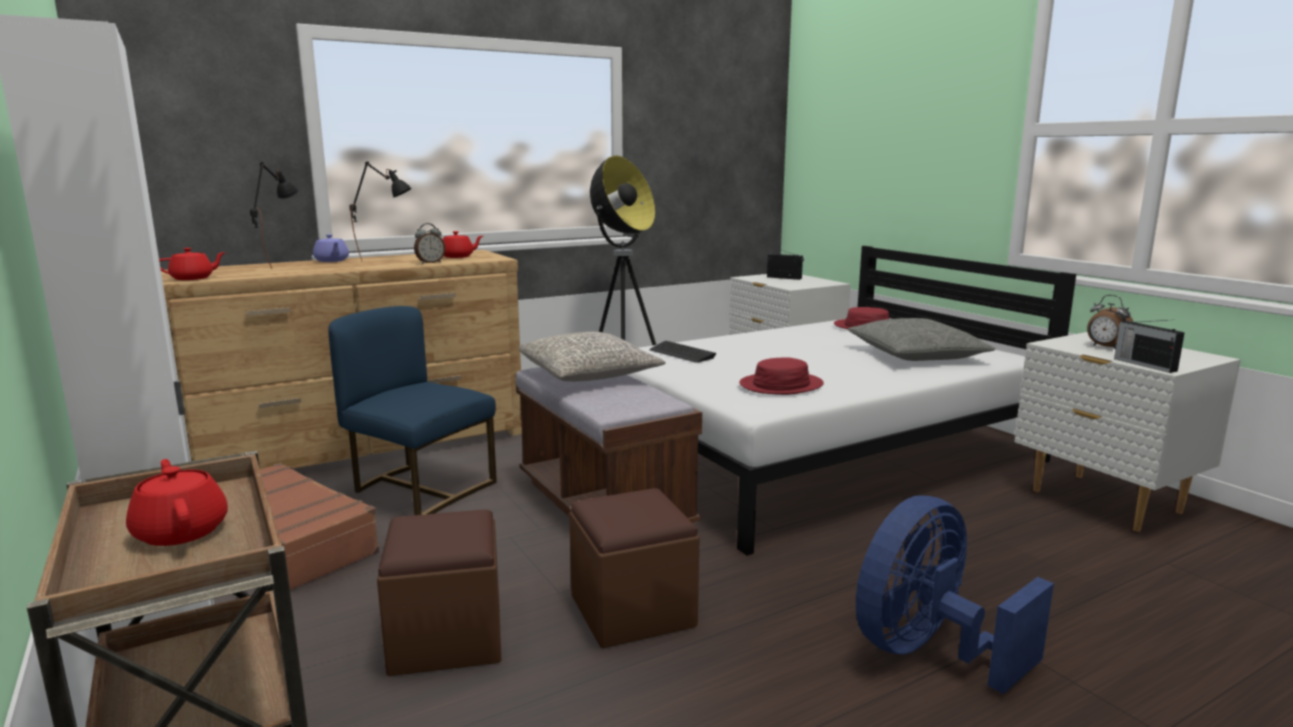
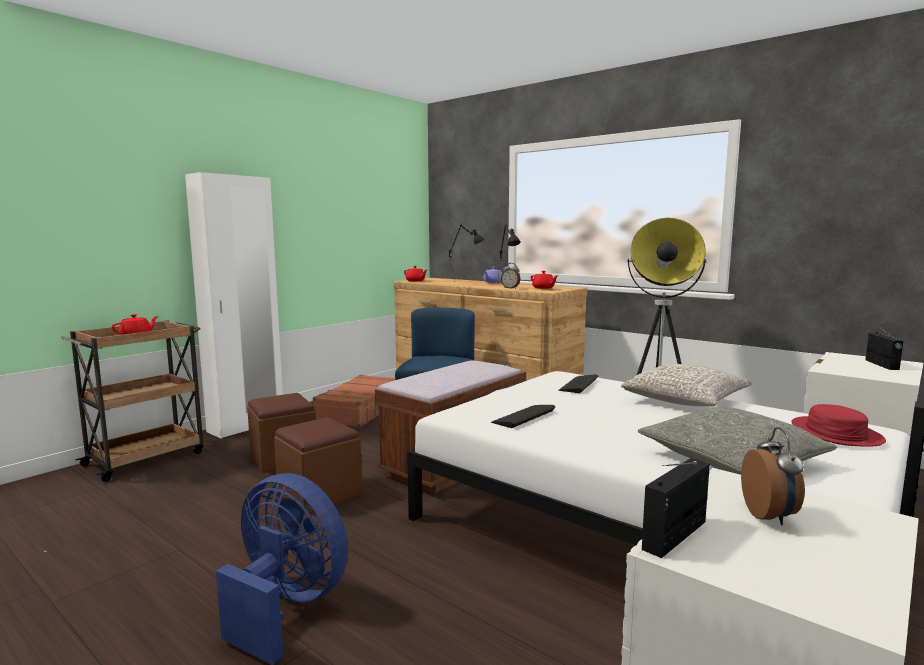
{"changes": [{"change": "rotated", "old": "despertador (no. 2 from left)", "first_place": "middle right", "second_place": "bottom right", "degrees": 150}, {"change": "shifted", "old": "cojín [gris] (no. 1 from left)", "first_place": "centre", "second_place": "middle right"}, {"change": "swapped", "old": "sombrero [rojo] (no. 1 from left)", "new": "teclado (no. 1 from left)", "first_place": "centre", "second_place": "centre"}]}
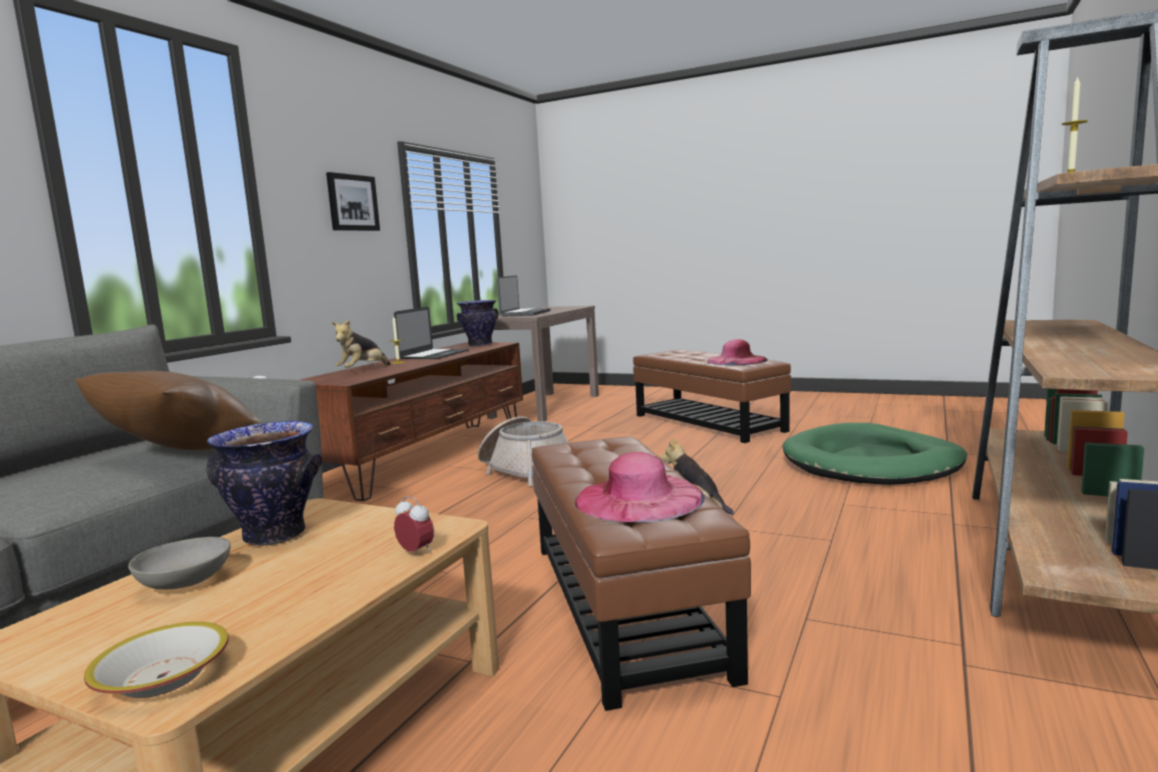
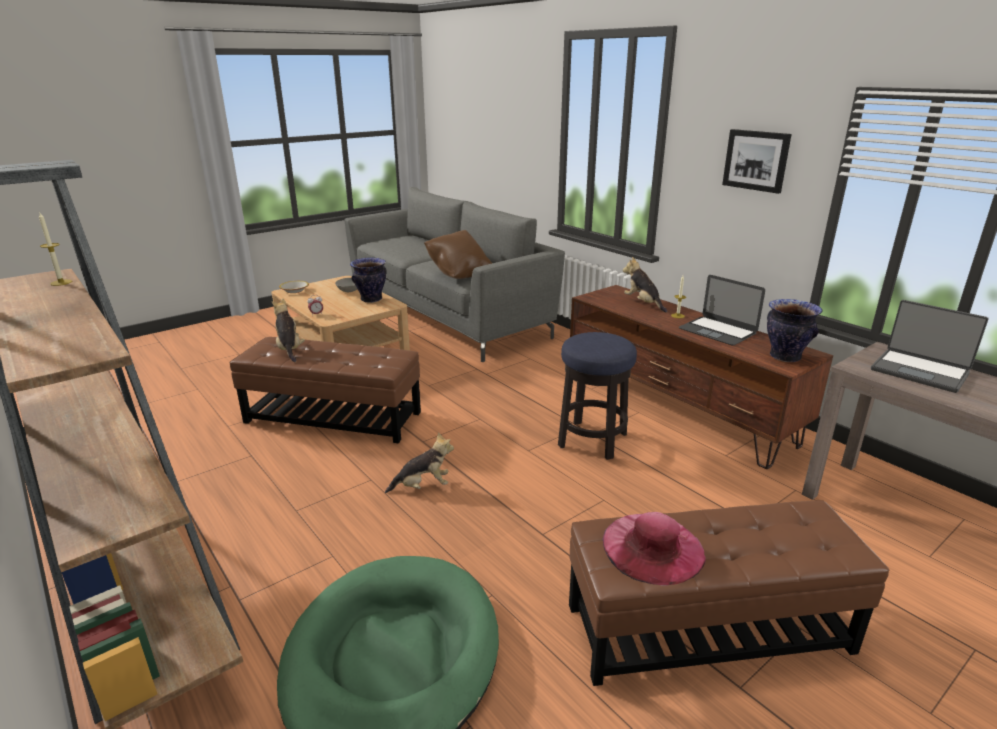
{"changes": [{"change": "swapped", "old": "cesta", "new": "taburete", "first_place": "centre", "second_place": "centre"}, {"change": "swapped", "old": "sombrero [rosa] (no. 1 from left)", "new": "peluche (no. 1 from left)", "first_place": "centre", "second_place": "middle left"}]}
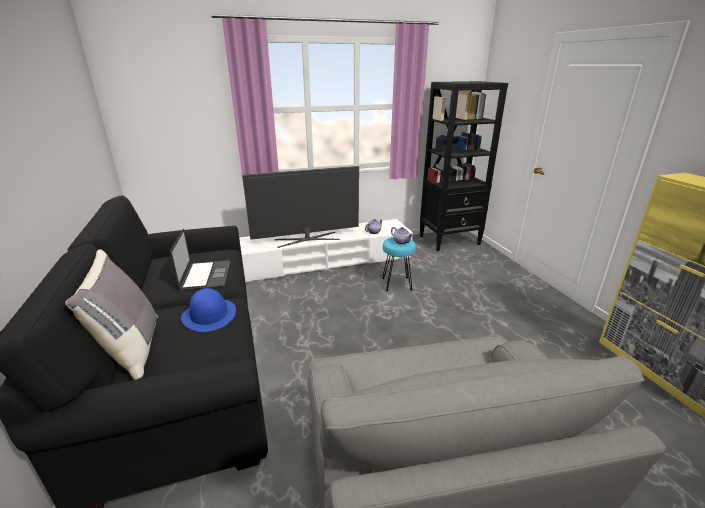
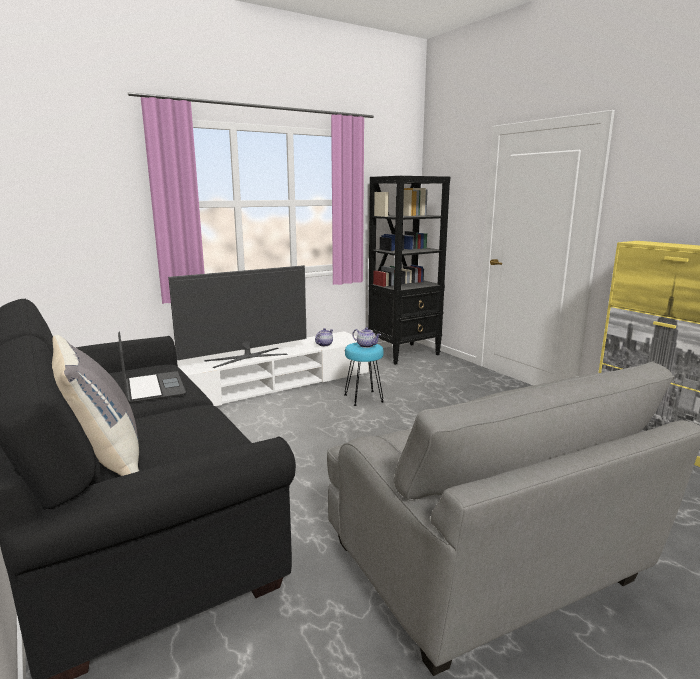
{"changes": [{"change": "gone", "old": "sombrero [azul]", "first_place": "middle left"}]}
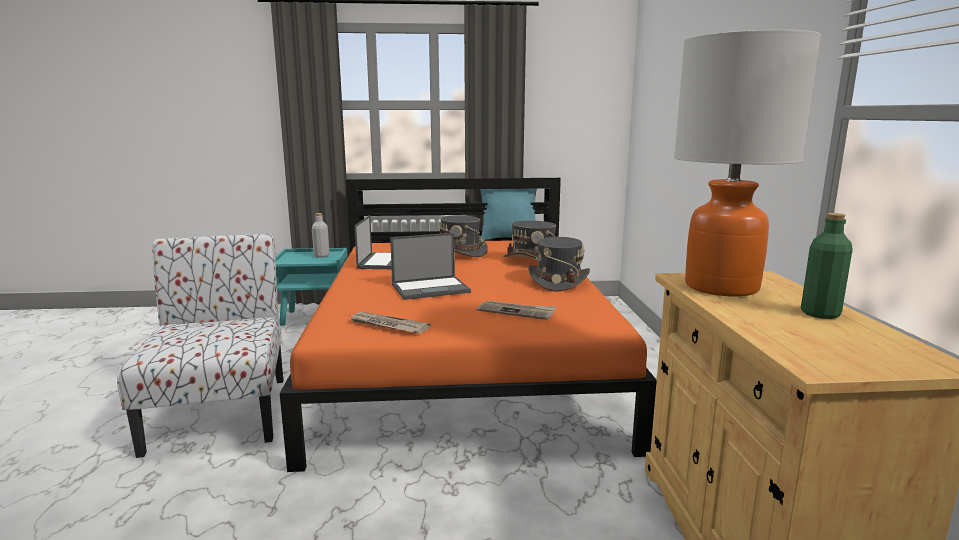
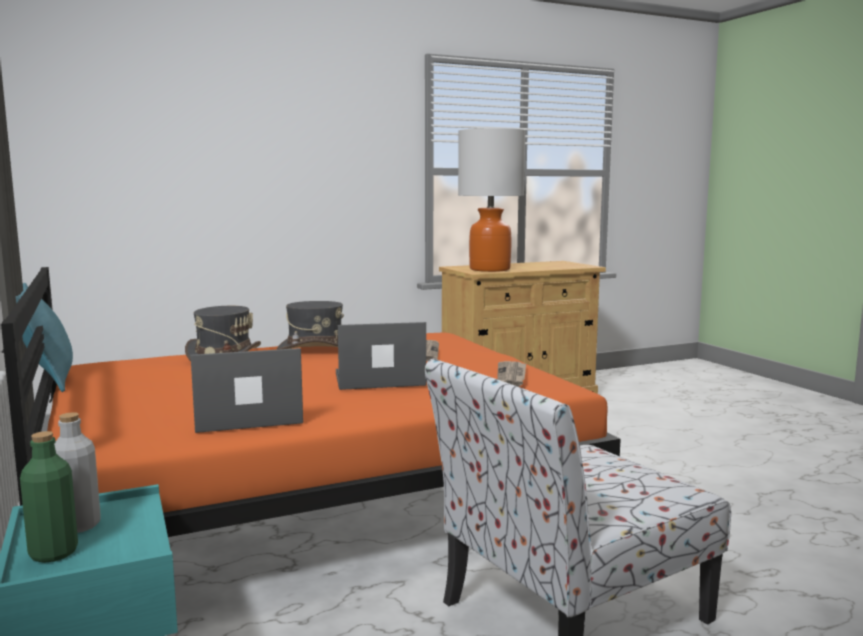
{"changes": [{"change": "shifted", "old": "botella [verde]", "first_place": "middle right", "second_place": "bottom left"}, {"change": "gone", "old": "sombrero [gris] (no. 1 from left)", "first_place": "centre"}, {"change": "rotated", "old": "portátil (no. 2 from left)", "first_place": "centre", "second_place": "centre", "degrees": -60}]}
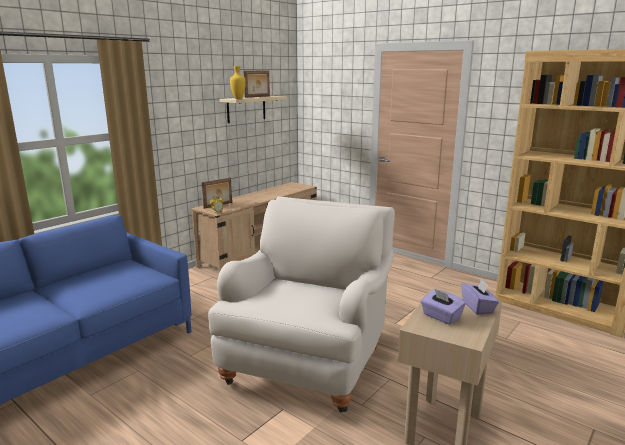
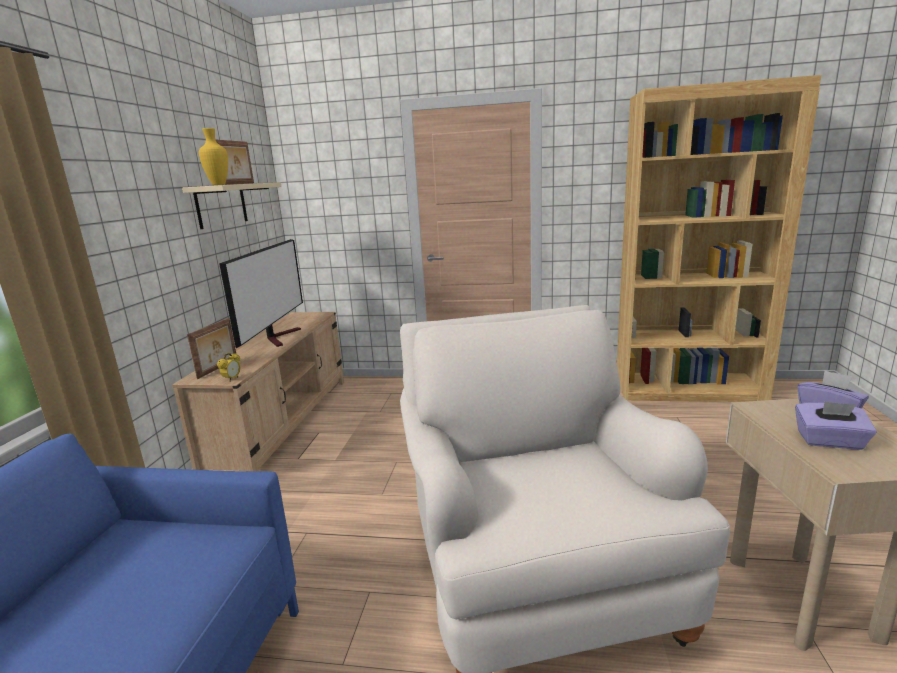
{"changes": [{"change": "new", "new": "televisor", "second_place": "middle left"}]}
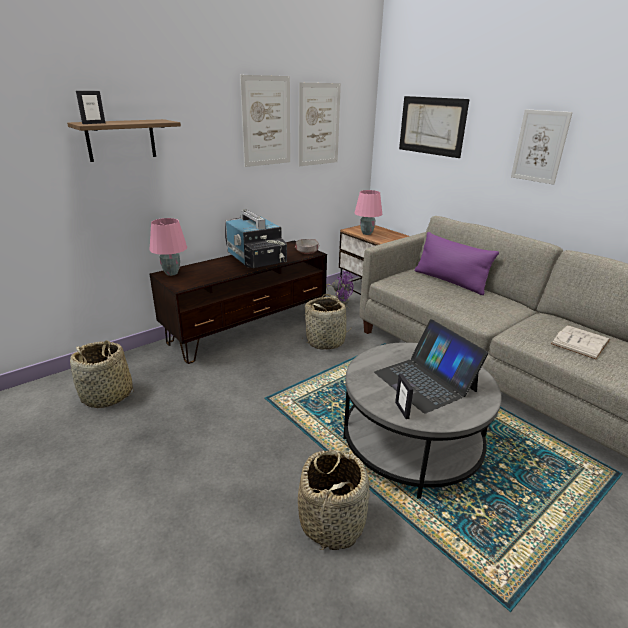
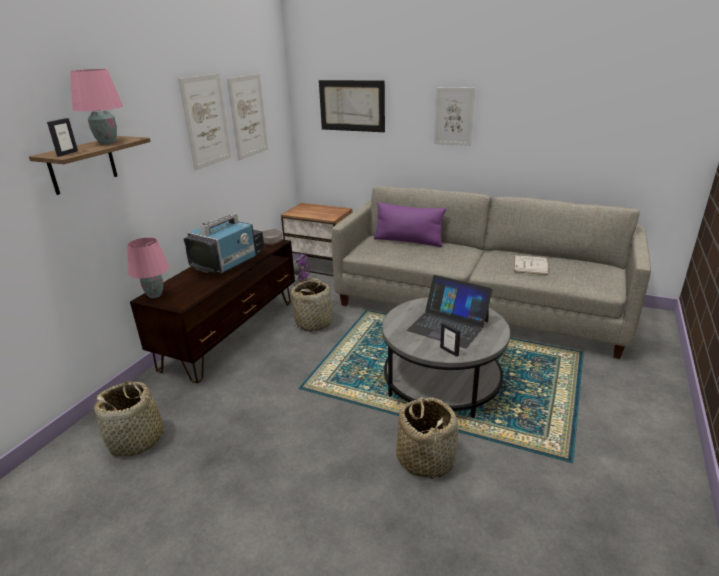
{"changes": [{"change": "shifted", "old": "lámpara de mesa [rosa] (no. 2 from left in the first image)", "new": "lámpara de mesa [rosa] (no. 1 from left)", "first_place": "centre", "second_place": "top left"}, {"change": "rotated", "old": "televisor", "first_place": "centre", "second_place": "middle left", "degrees": -90}]}
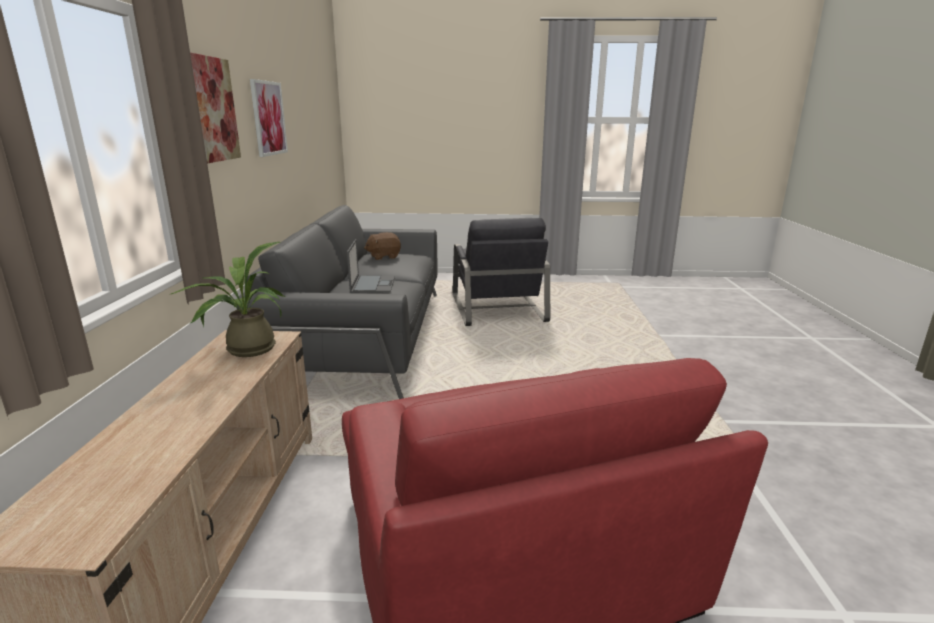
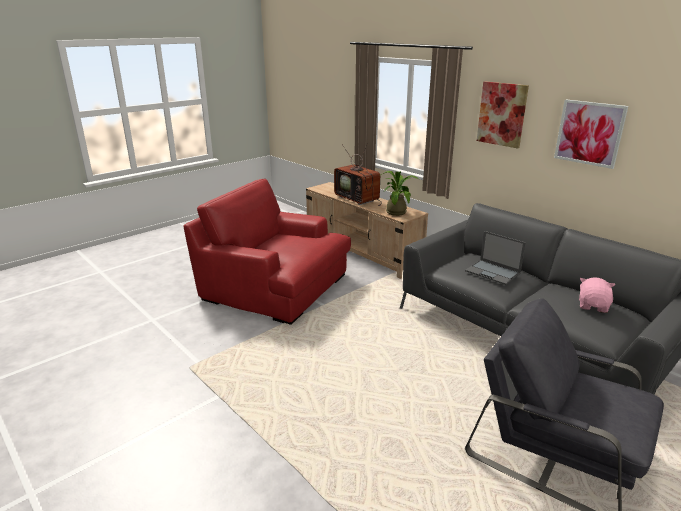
{"changes": [{"change": "repainted", "old": "peluche [marrón]", "new": "peluche [rosa]", "first_place": "centre", "second_place": "middle right"}, {"change": "new", "new": "televisor", "second_place": "centre"}]}
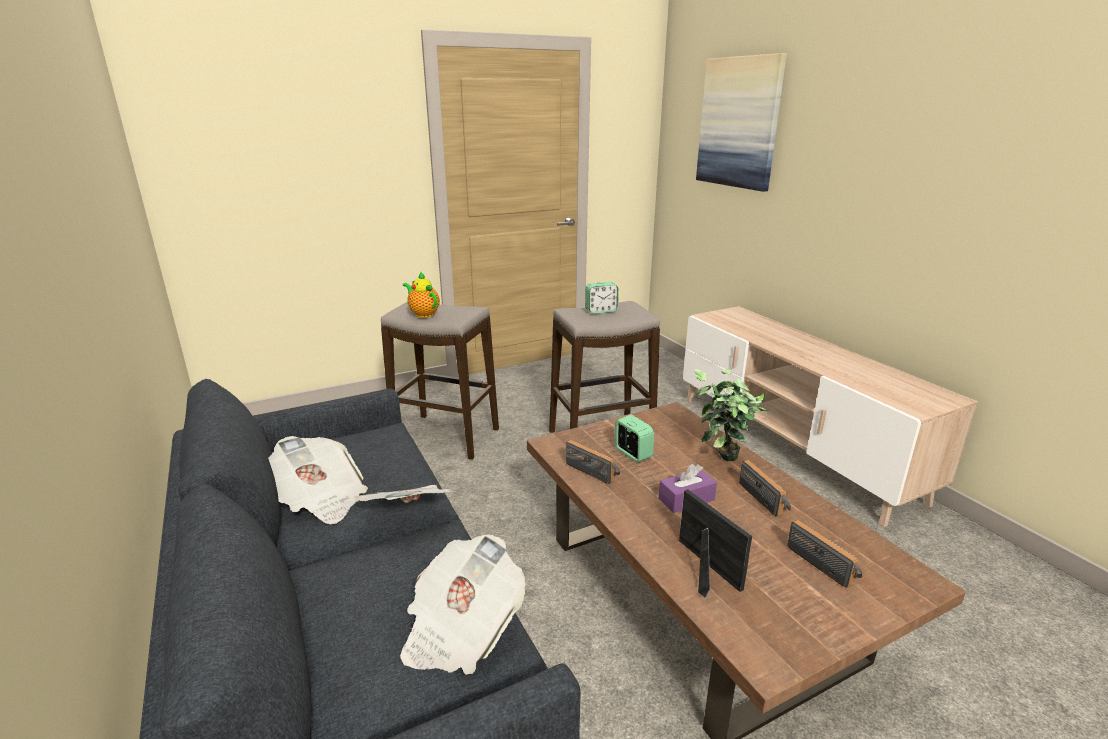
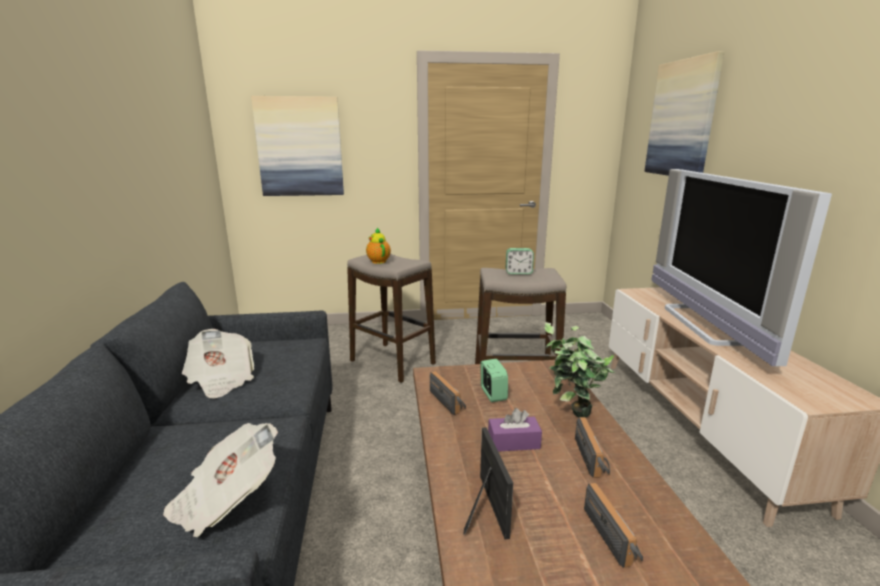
{"changes": [{"change": "gone", "old": "periódico (no. 2 from left)", "first_place": "bottom centre"}, {"change": "new", "new": "cuadro (no. 1 from left)", "second_place": "top centre"}, {"change": "new", "new": "televisor", "second_place": "middle right"}]}
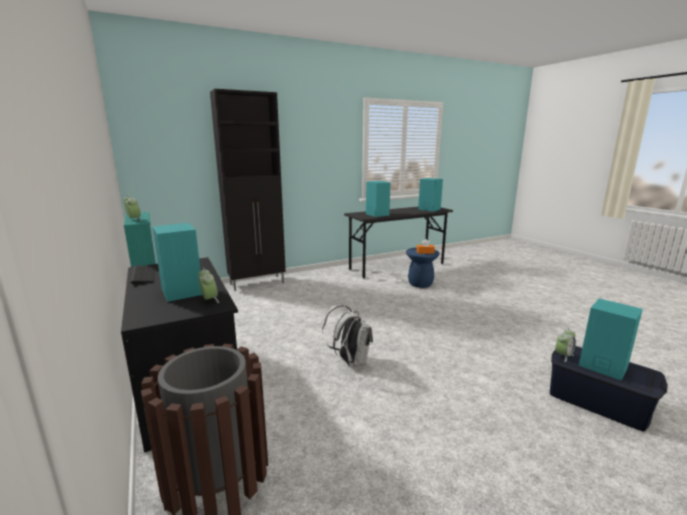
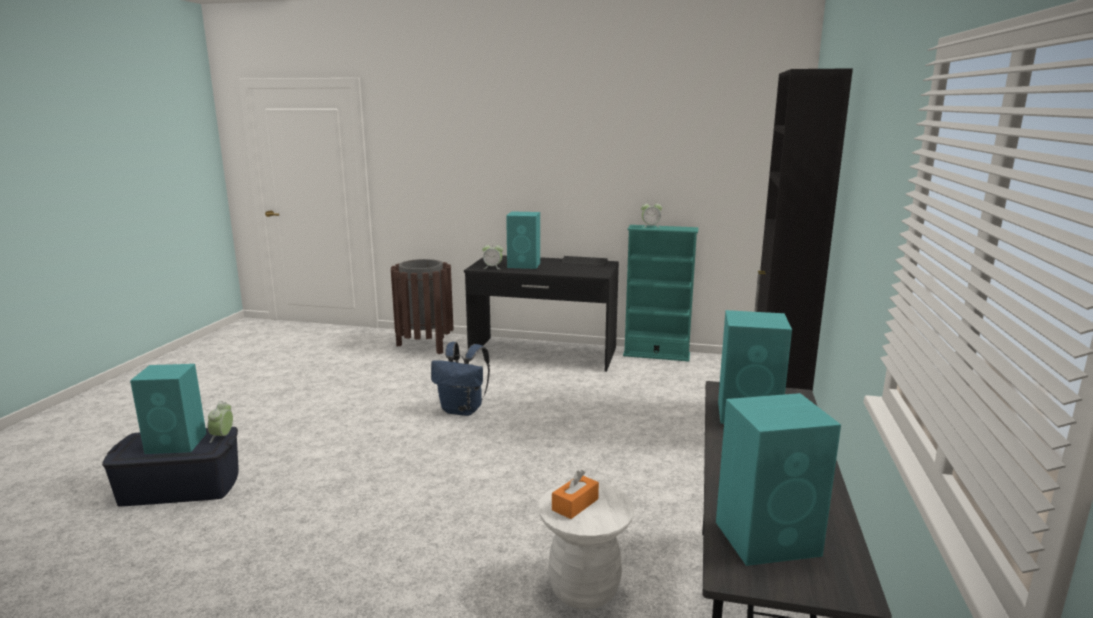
{"changes": [{"change": "repainted", "old": "taburete [azul]", "new": "taburete [blanco]", "first_place": "centre", "second_place": "bottom centre"}, {"change": "repainted", "old": "mochila [blanco]", "new": "mochila [azul]", "first_place": "centre", "second_place": "centre"}]}
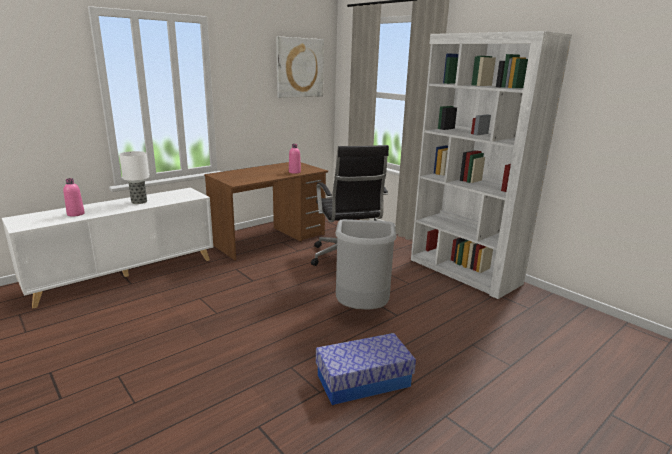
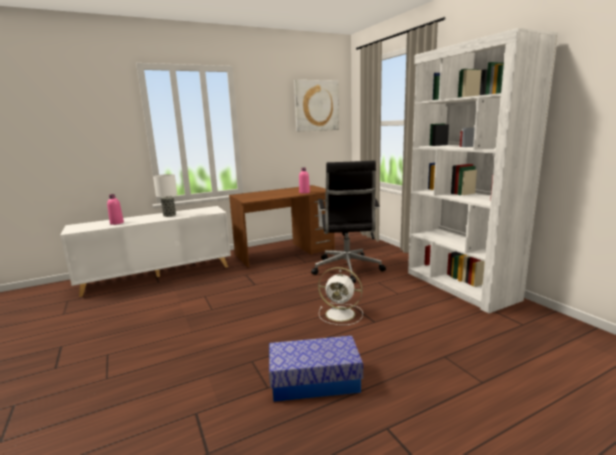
{"changes": [{"change": "swapped", "old": "papelera [gris]", "new": "ventilador [blanco]", "first_place": "centre", "second_place": "centre"}]}
